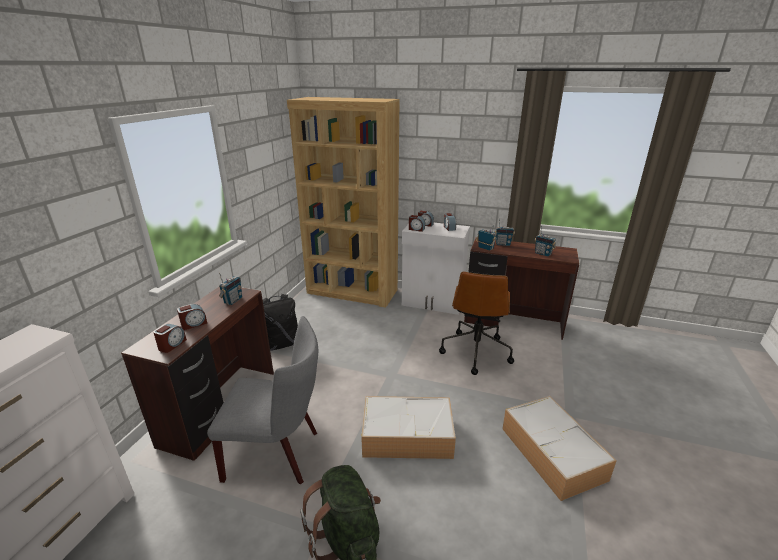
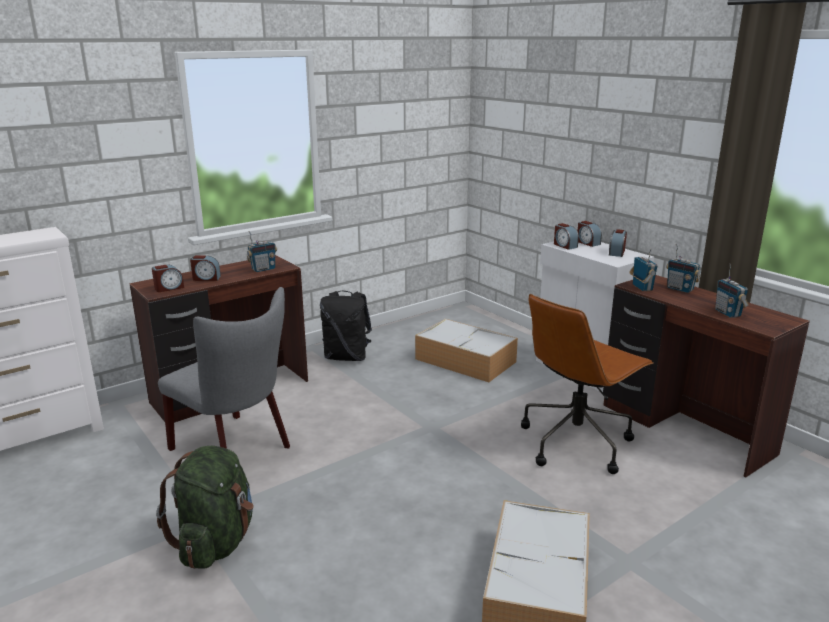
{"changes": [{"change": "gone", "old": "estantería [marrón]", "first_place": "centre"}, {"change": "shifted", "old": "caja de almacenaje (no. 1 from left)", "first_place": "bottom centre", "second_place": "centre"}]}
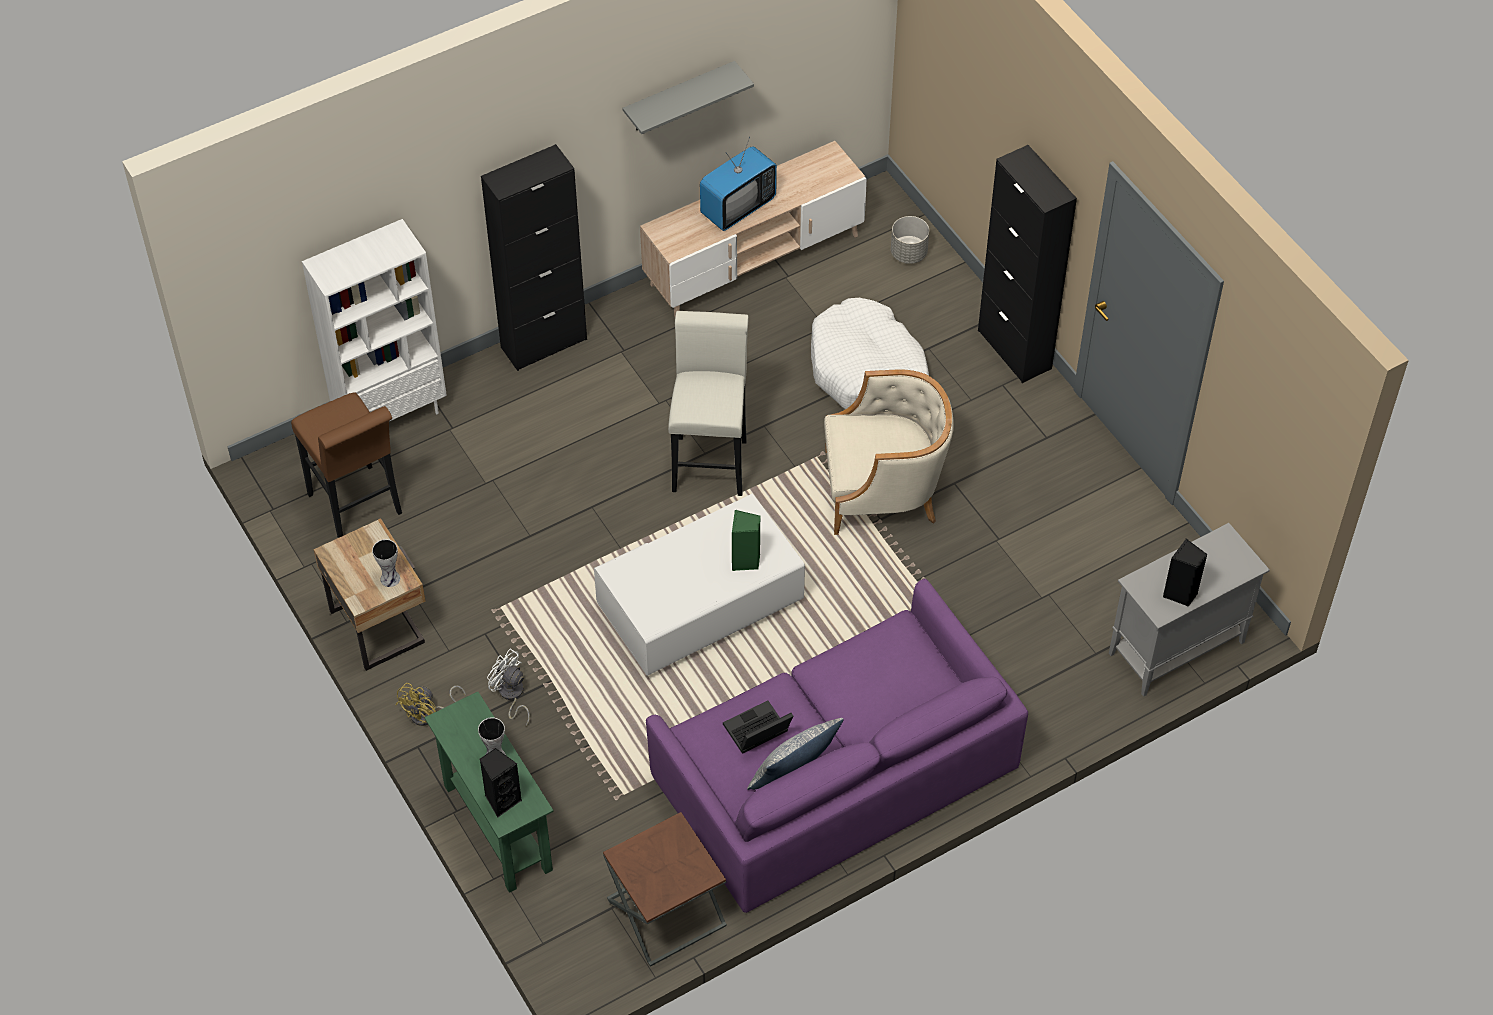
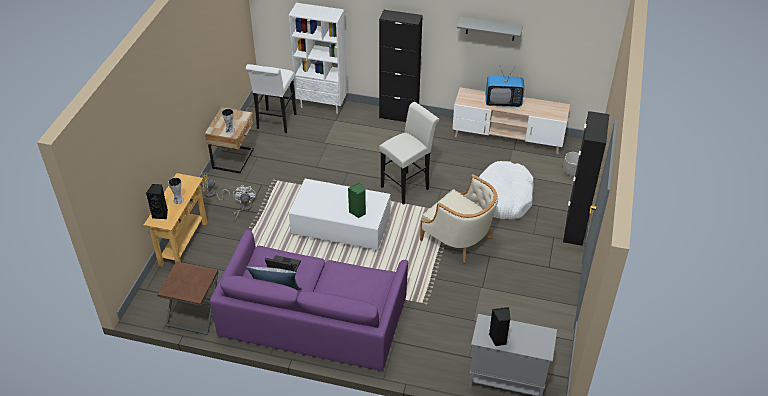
{"changes": [{"change": "repainted", "old": "taburete [marrón]", "new": "taburete [blanco] (no. 1 from left)", "first_place": "middle left", "second_place": "top centre"}, {"change": "repainted", "old": "mesa consola [verde]", "new": "mesa consola [beis]", "first_place": "bottom left", "second_place": "middle left"}]}
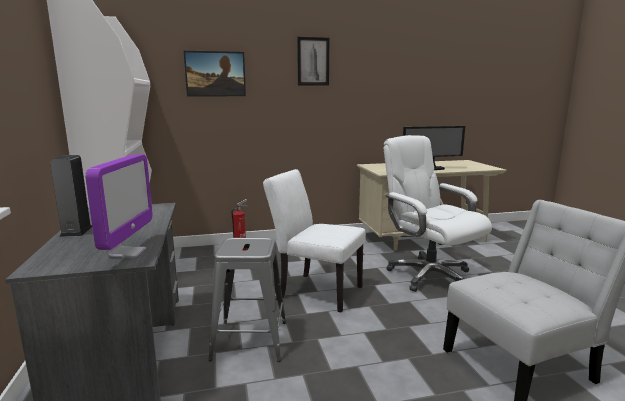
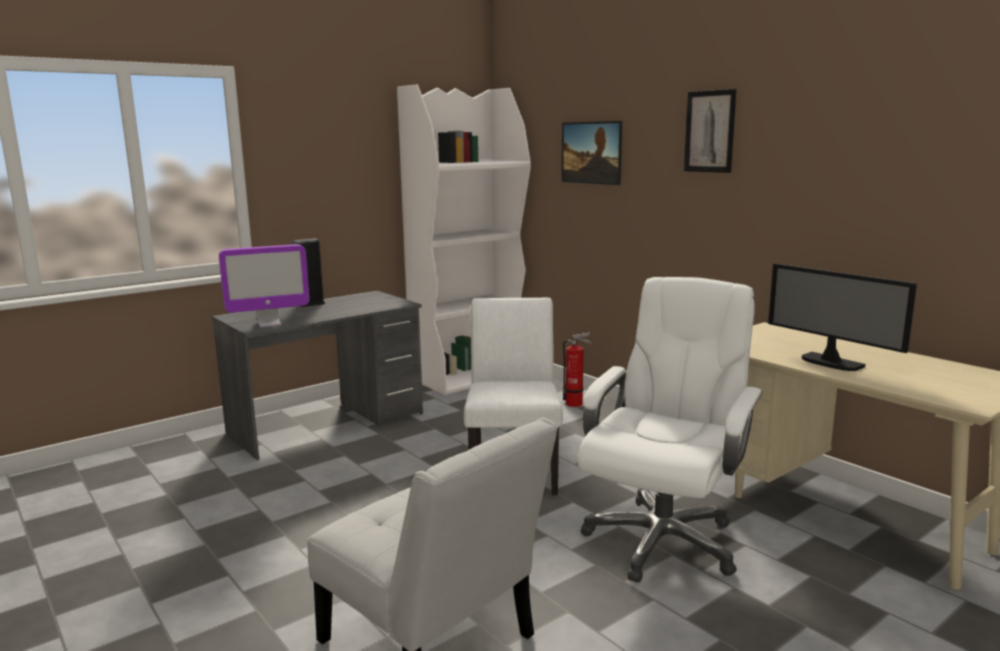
{"changes": [{"change": "gone", "old": "taburete [gris]", "first_place": "bottom centre"}]}
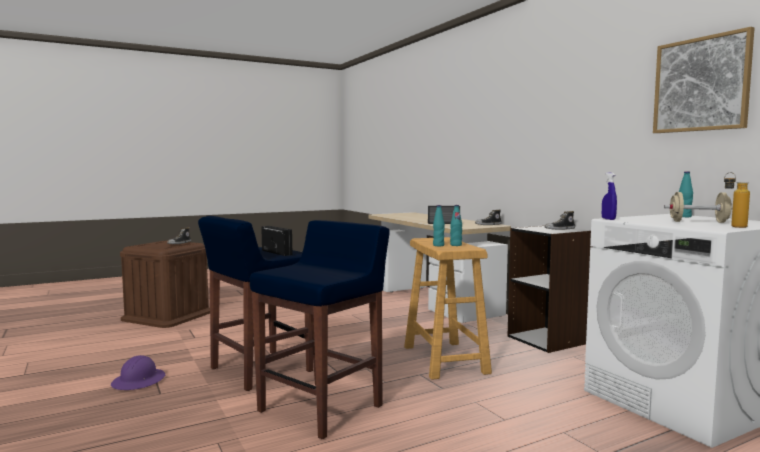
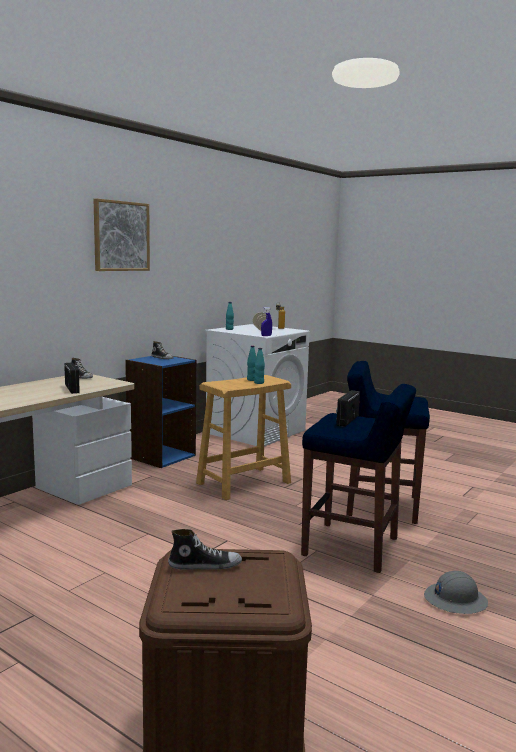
{"changes": [{"change": "shifted", "old": "cuadro", "first_place": "top right", "second_place": "top left"}, {"change": "repainted", "old": "estantería [negro]", "new": "estantería [azul]", "first_place": "middle right", "second_place": "middle left"}, {"change": "repainted", "old": "casco [morado]", "new": "casco [gris]", "first_place": "bottom left", "second_place": "bottom right"}]}
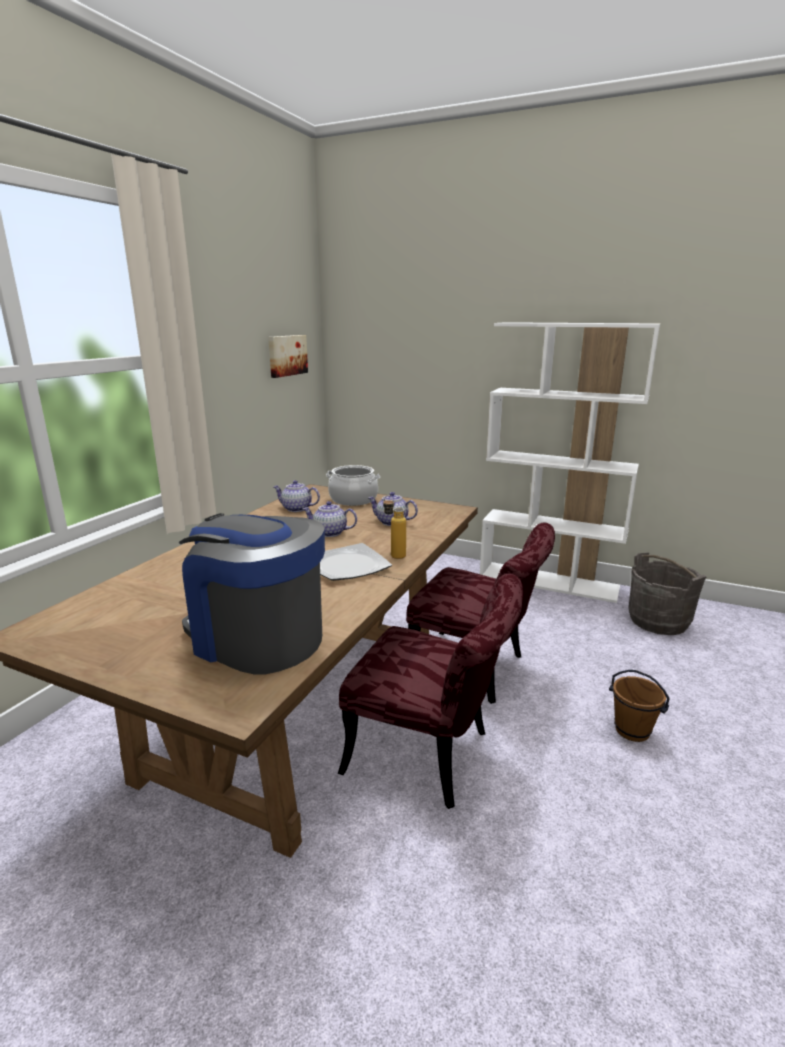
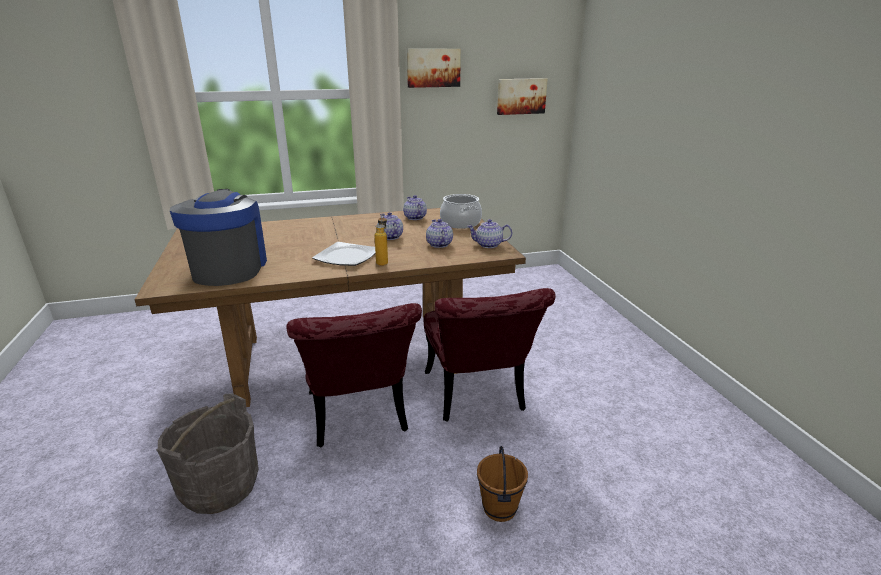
{"changes": [{"change": "gone", "old": "estantería [blanco]", "first_place": "middle right"}, {"change": "shifted", "old": "cubo [gris]", "first_place": "middle right", "second_place": "bottom left"}, {"change": "new", "new": "cuadro (no. 1 from left)", "second_place": "top centre"}, {"change": "new", "new": "tetera (no. 4 from left)", "second_place": "centre"}]}
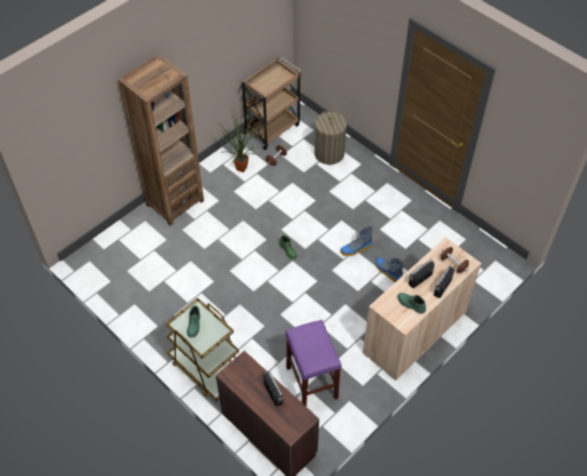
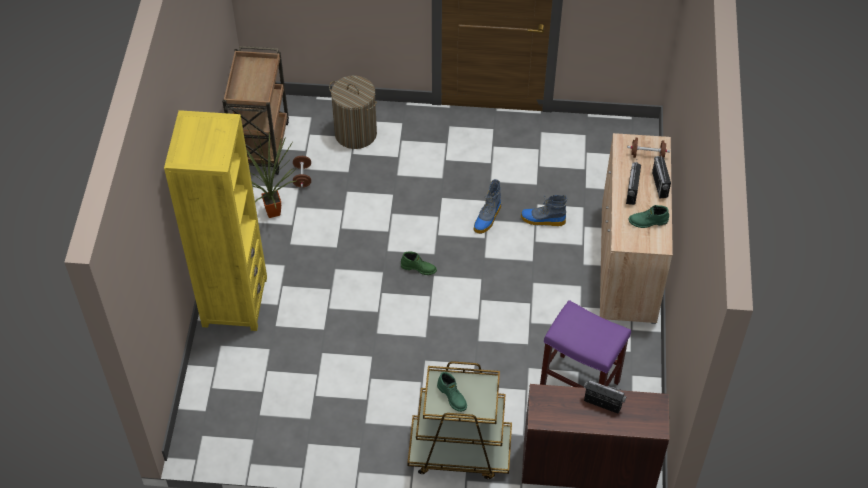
{"changes": [{"change": "repainted", "old": "estantería [marrón]", "new": "estantería [amarillo]", "first_place": "top left", "second_place": "middle left"}]}
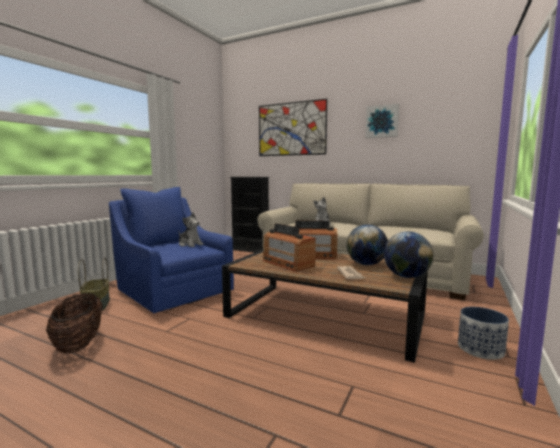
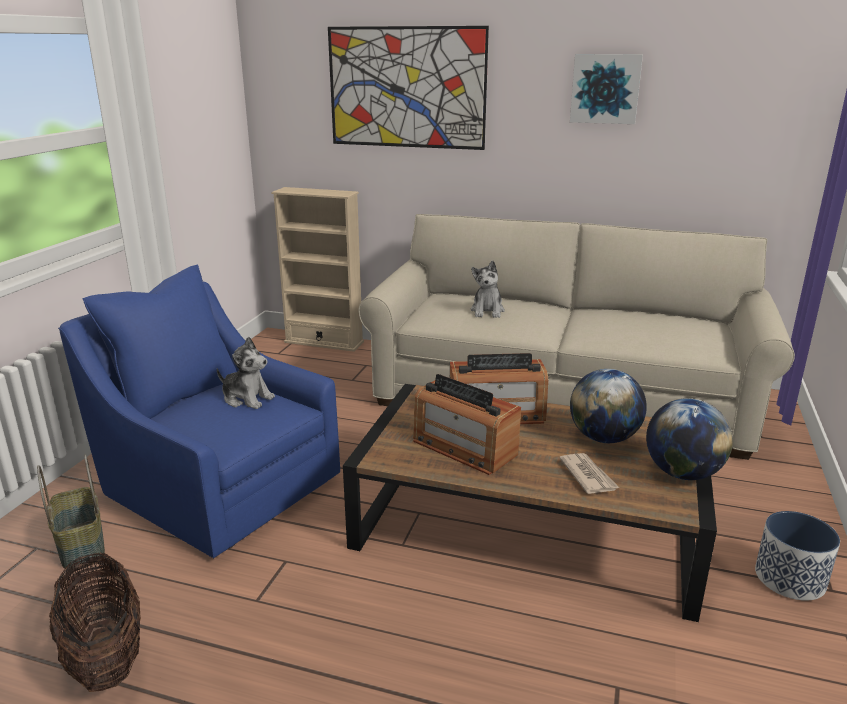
{"changes": [{"change": "repainted", "old": "estantería [negro]", "new": "estantería [beis]", "first_place": "centre", "second_place": "centre"}]}
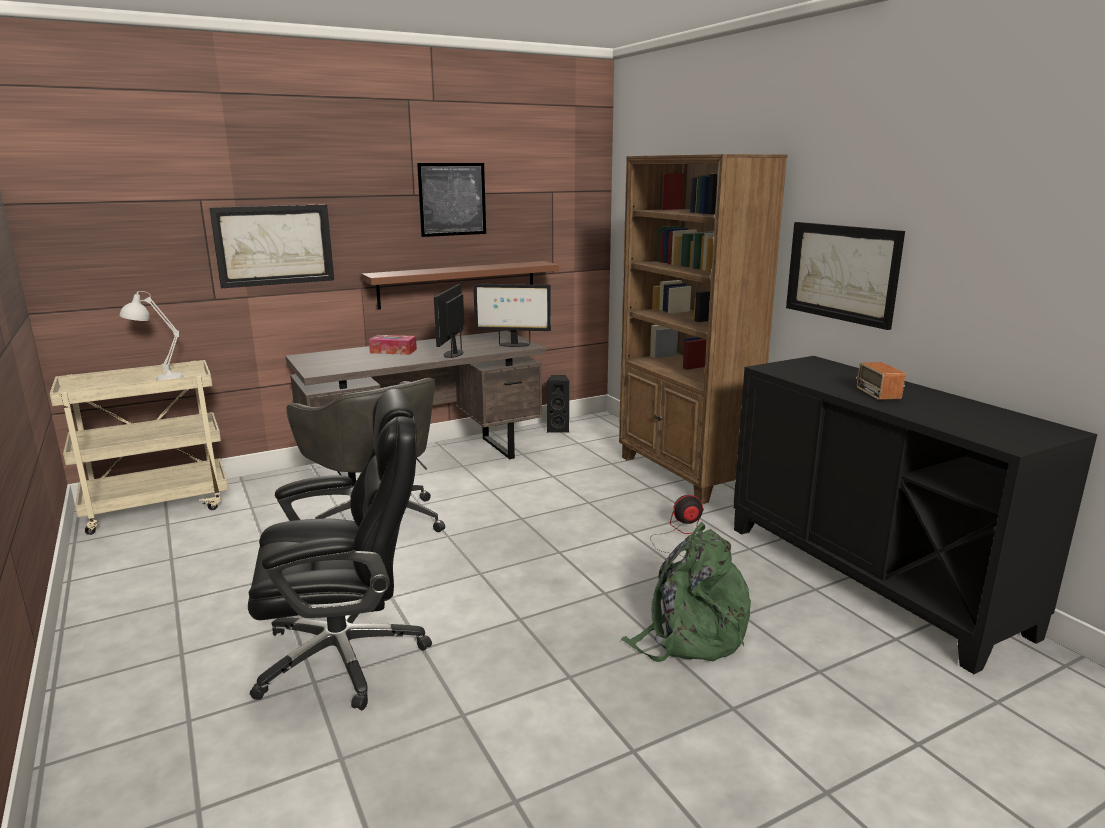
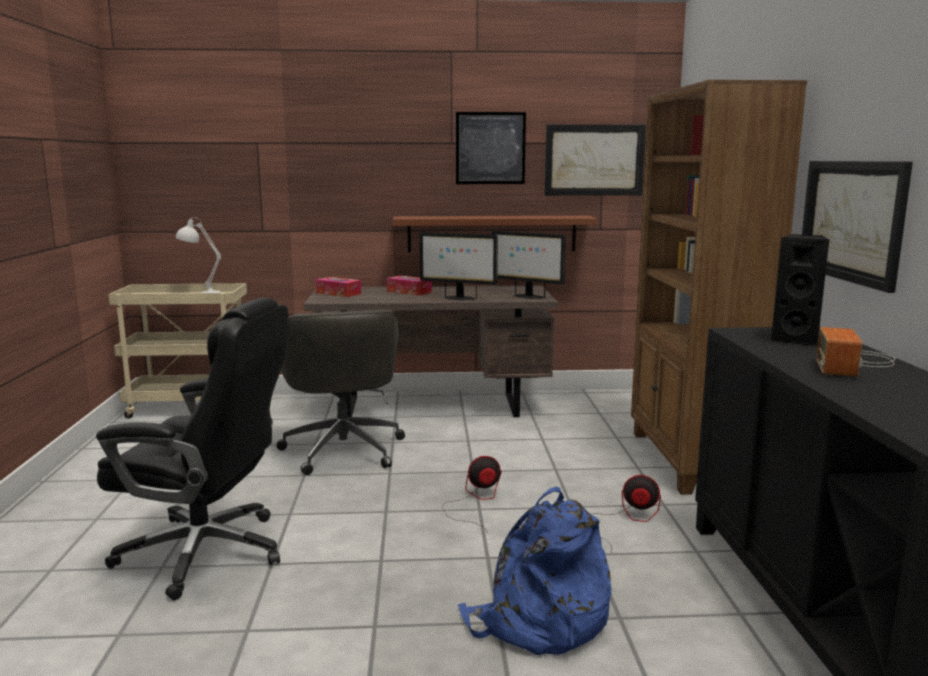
{"changes": [{"change": "shifted", "old": "cuadro (no. 1 from left in the first image)", "new": "cuadro (no. 2 from left)", "first_place": "top left", "second_place": "top centre"}, {"change": "rotated", "old": "monitor (no. 1 from left)", "first_place": "centre", "second_place": "centre", "degrees": -105}, {"change": "shifted", "old": "altavoz [negro]", "first_place": "centre", "second_place": "middle right"}, {"change": "repainted", "old": "mochila [verde]", "new": "mochila [azul]", "first_place": "bottom centre", "second_place": "bottom centre"}, {"change": "new", "new": "caja de pañuelos (no. 1 from left)", "second_place": "centre"}, {"change": "new", "new": "ventilador (no. 1 from left)", "second_place": "bottom centre"}]}
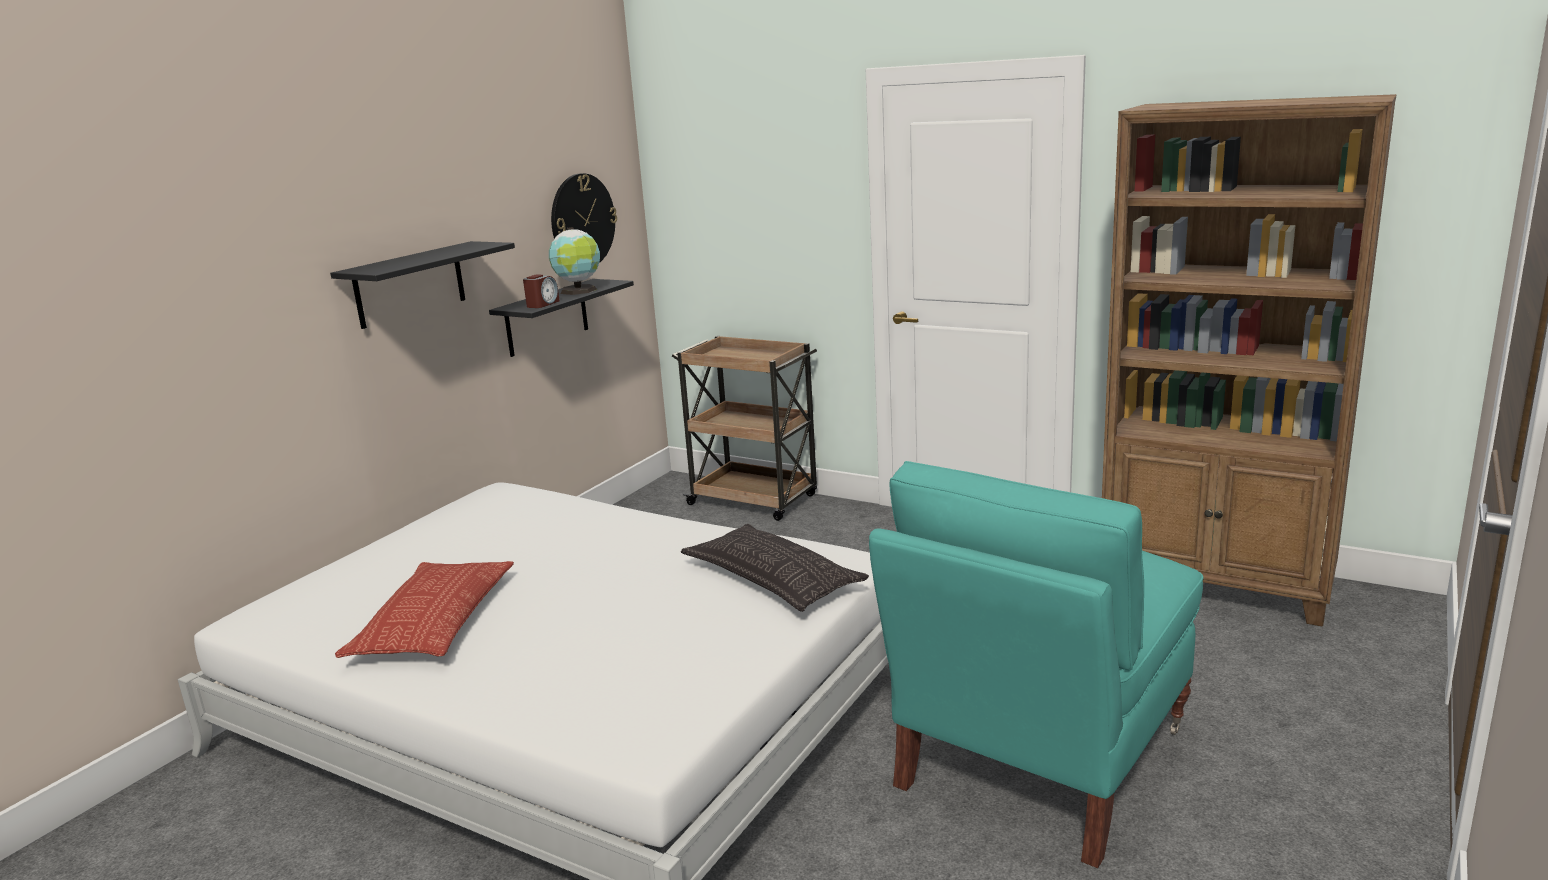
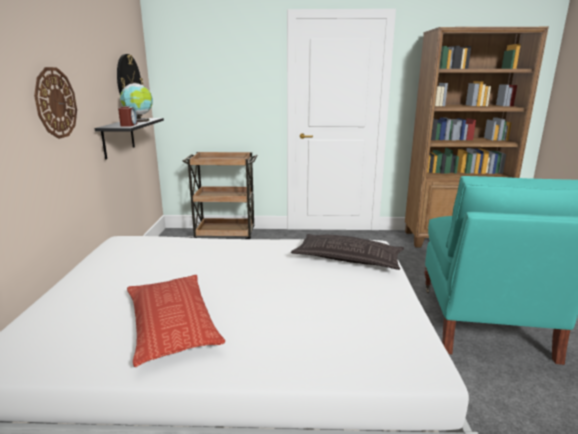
{"changes": [{"change": "swapped", "old": "estante [negro] (no. 1 from left)", "new": "reloj de pared (no. 1 from left)", "first_place": "top left", "second_place": "top left"}]}
